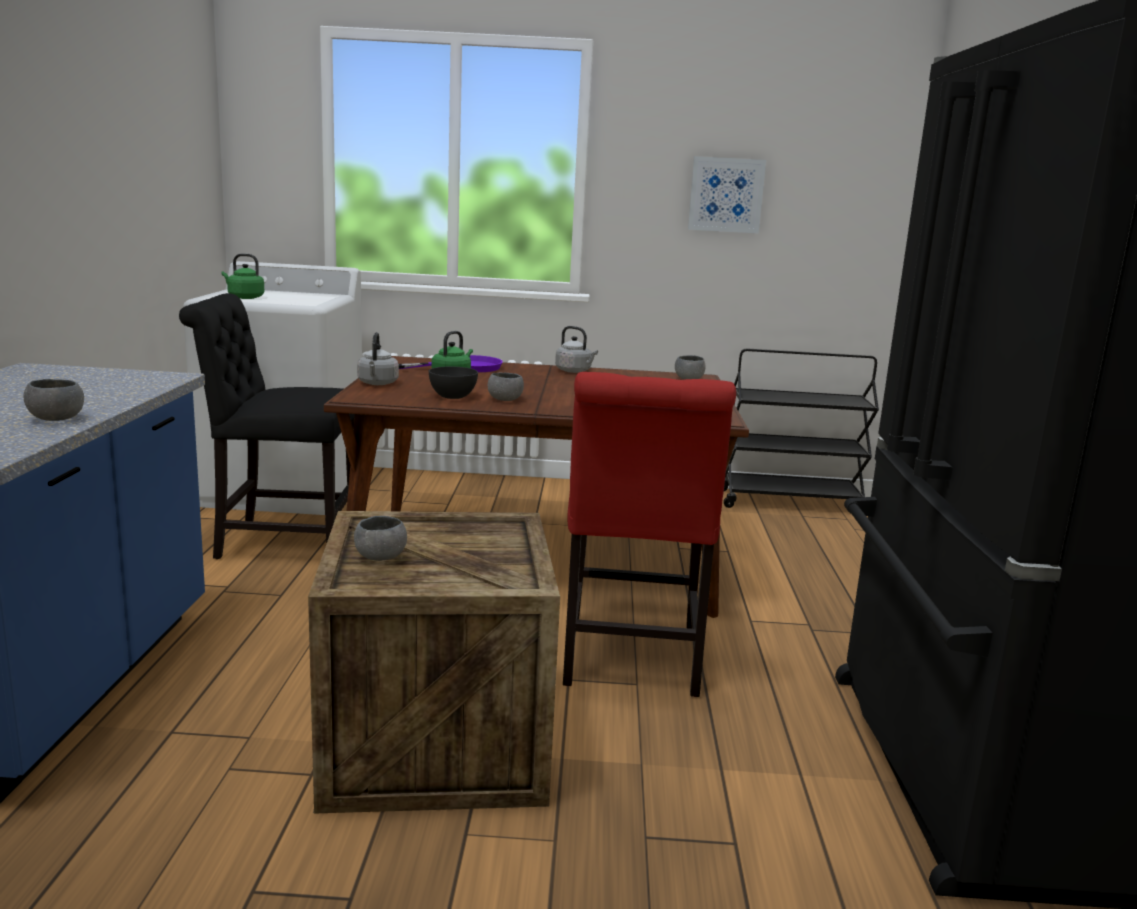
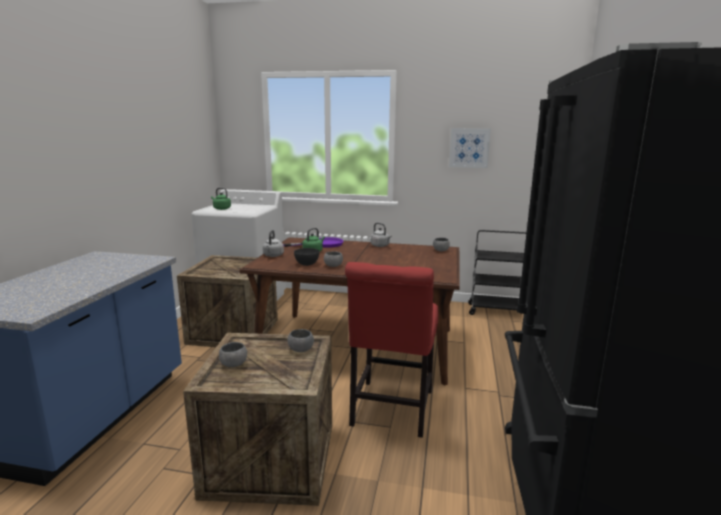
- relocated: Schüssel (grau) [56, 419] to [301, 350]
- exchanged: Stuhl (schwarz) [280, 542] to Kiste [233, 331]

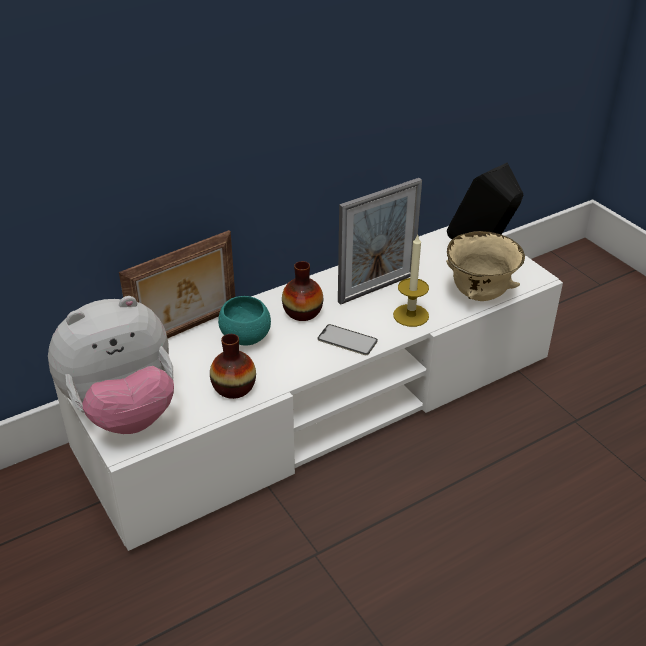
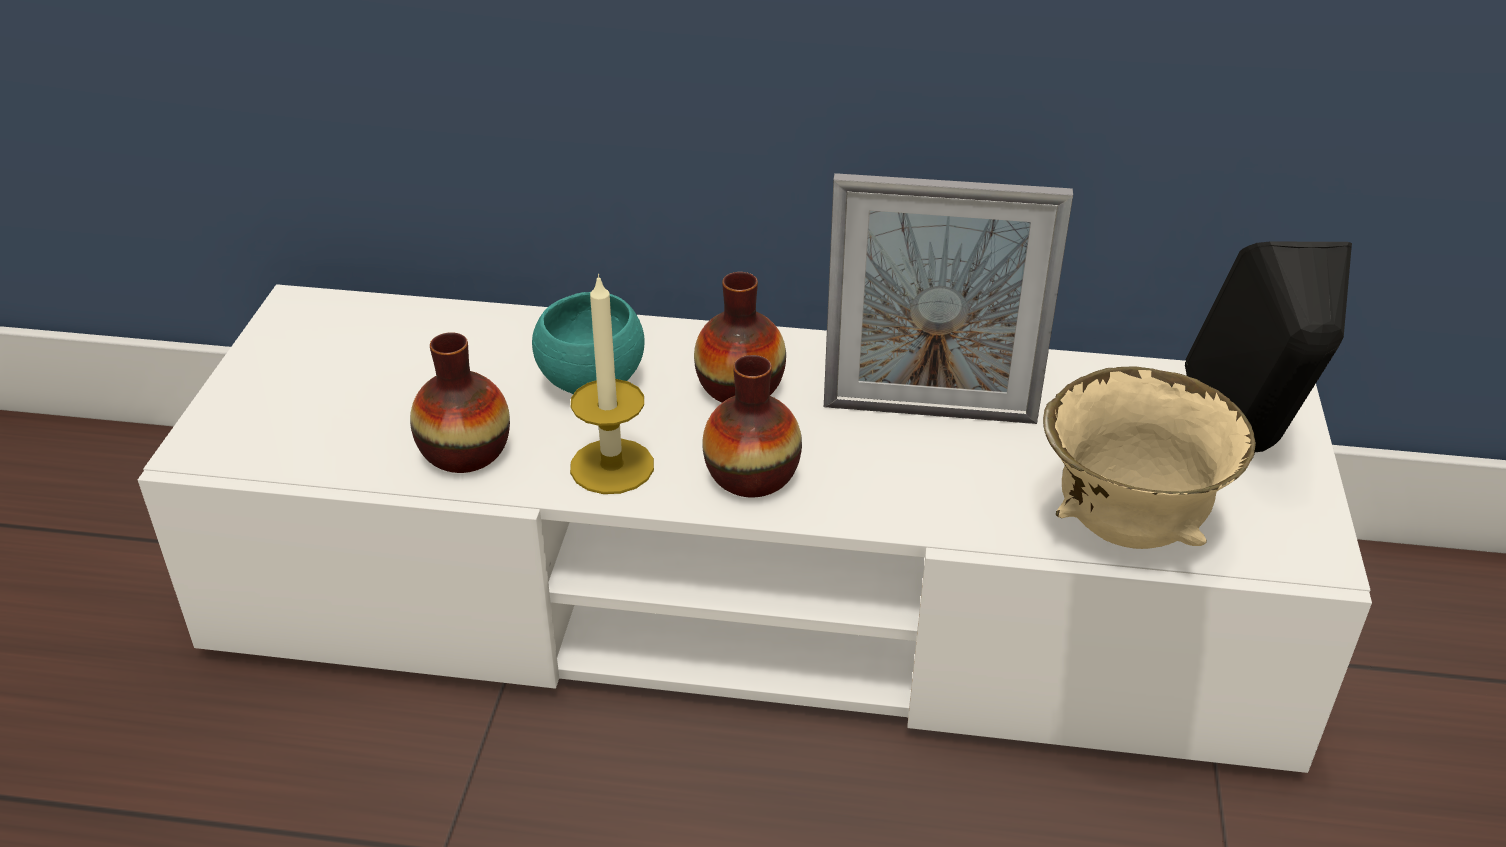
- missing: Plüschtier [123, 411]
- missing: Bilderrahmen [187, 330]
- relocated: Kerze [411, 315] to [612, 466]
- exchanged: Handy [347, 340] to Vase [752, 475]

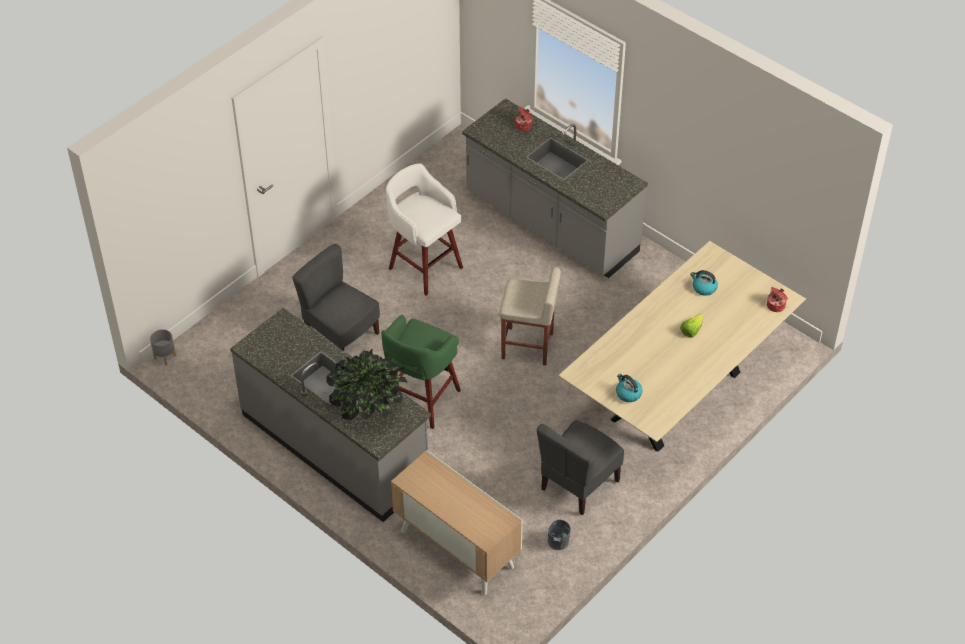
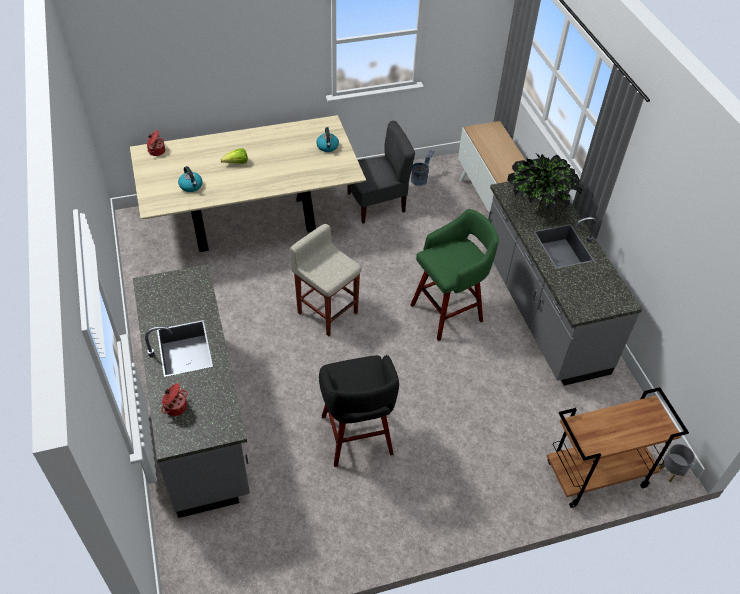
- missing: Stuhl (grau) [341, 335]
- appeared: Rollwagen (braun) [596, 476]
- colour: Hocker (weiß) [424, 266] to Hocker (schwarz) [357, 437]

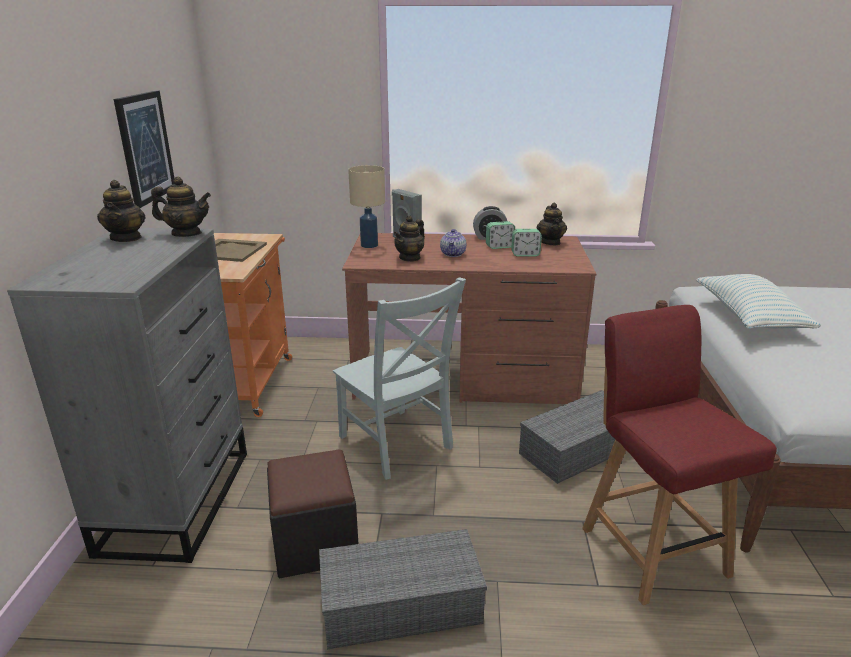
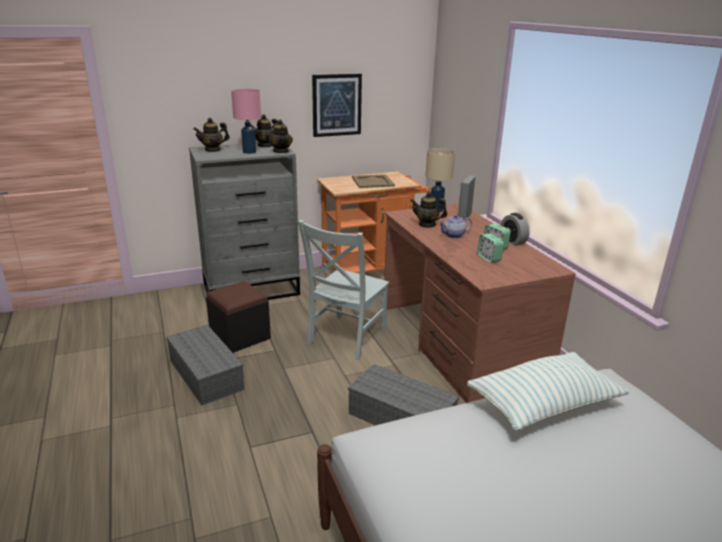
- missing: Stuhl (rot) [652, 548]
- appeared: Tischlampe (rosa) [249, 152]
- relocated: Teekanne [550, 242] to [213, 150]

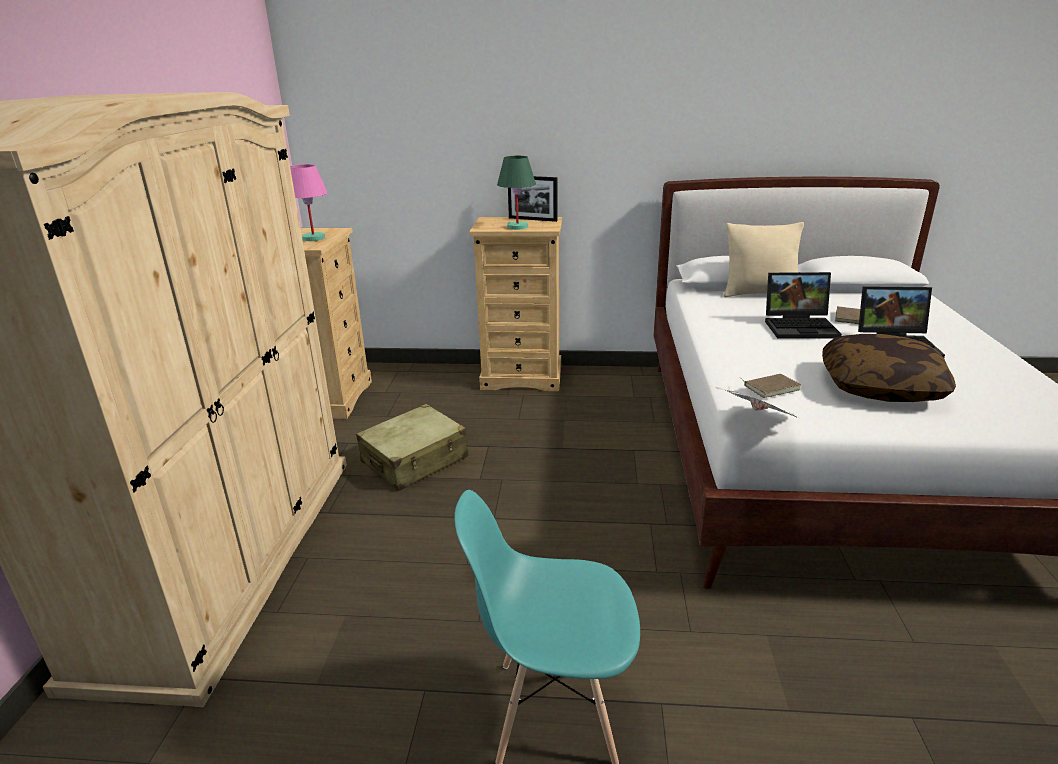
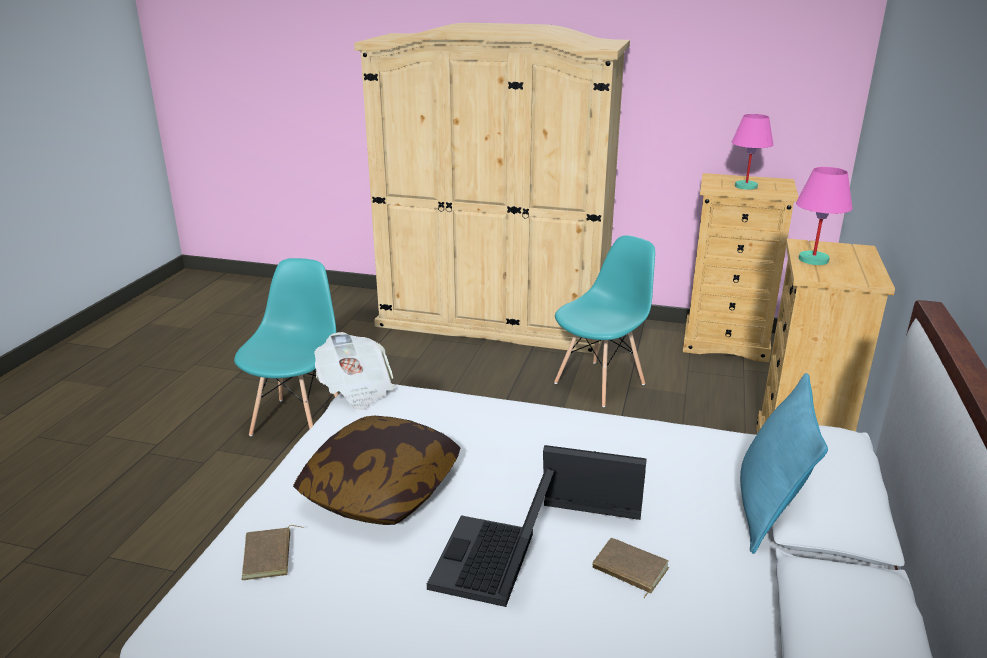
- missing: Bilderrahmen [532, 219]
- relocated: Buch (braun) [770, 387] to [269, 556]
- exchanged: Koffer (beige) [415, 460] to Stuhl (türkis) [600, 383]
- colour: Tischlampe (grün) [517, 227] to Tischlampe (rosa) [814, 260]
- colour: Kissen (beige) [759, 293] to Kissen (türkis) [767, 511]
- spun: Laptop [801, 327] = [591, 497] 90 degrees clockwise

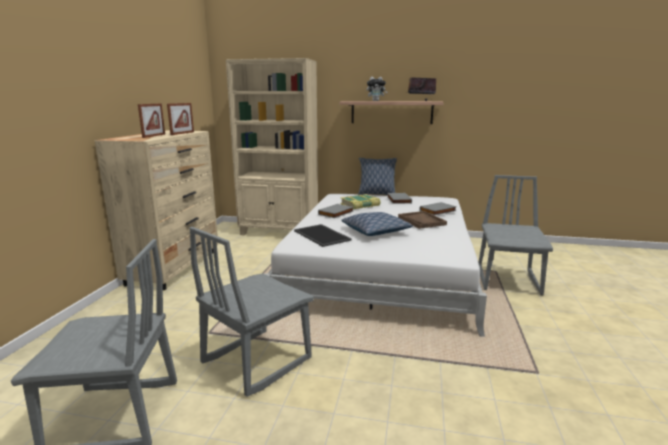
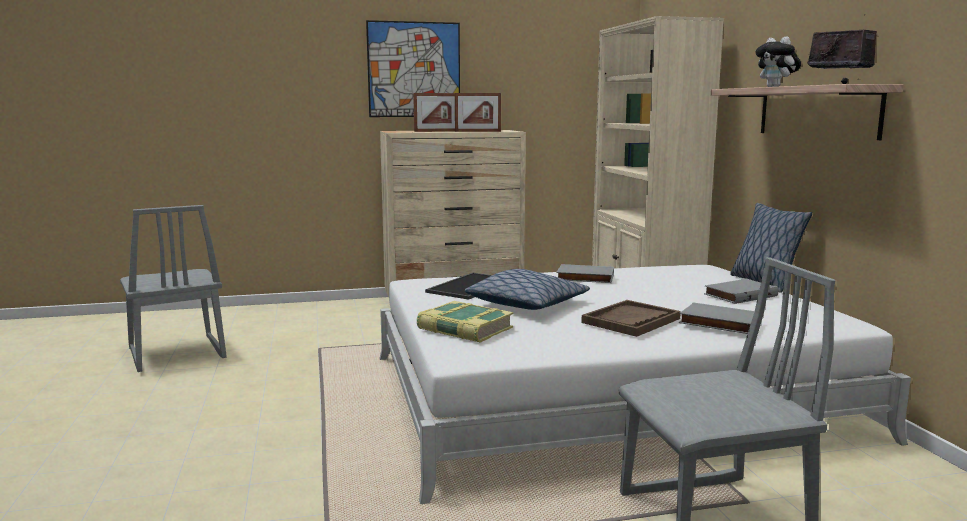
- missing: Stuhl (grau) [256, 360]
- appeared: Bild [414, 69]
- relocated: Buch [360, 205] to [464, 329]

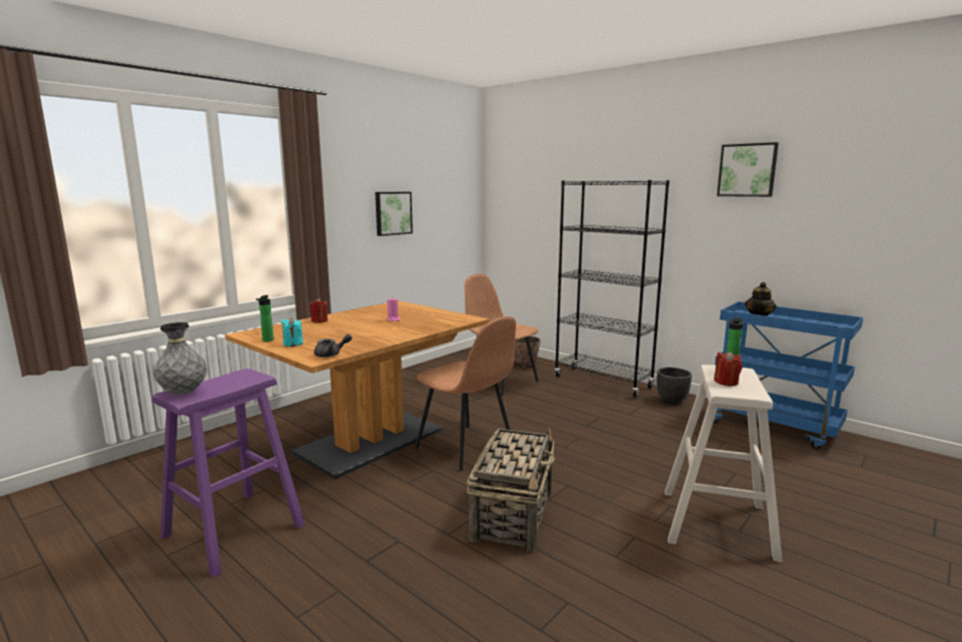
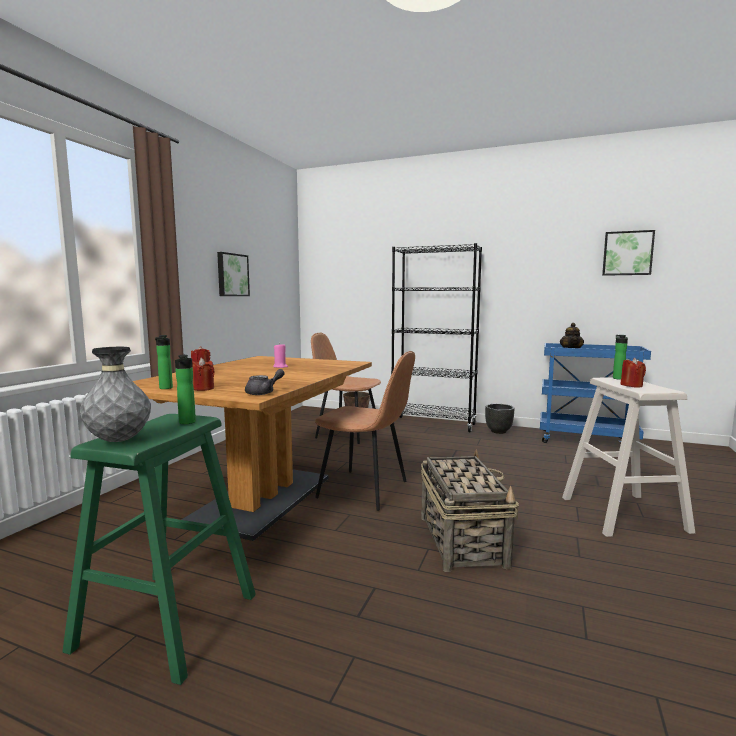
- appeared: Flasche [187, 423]
- relocated: Bild [747, 170] to [627, 253]
- colour: Hocker (lila) [234, 530] to Hocker (grün) [167, 621]
- colour: Kerze (türkis) [293, 344] to Kerze (rot) [203, 388]

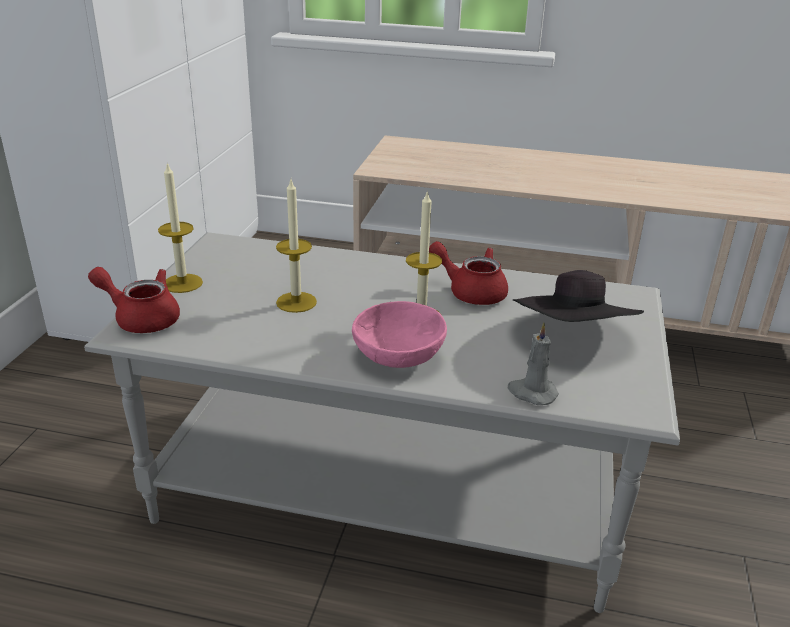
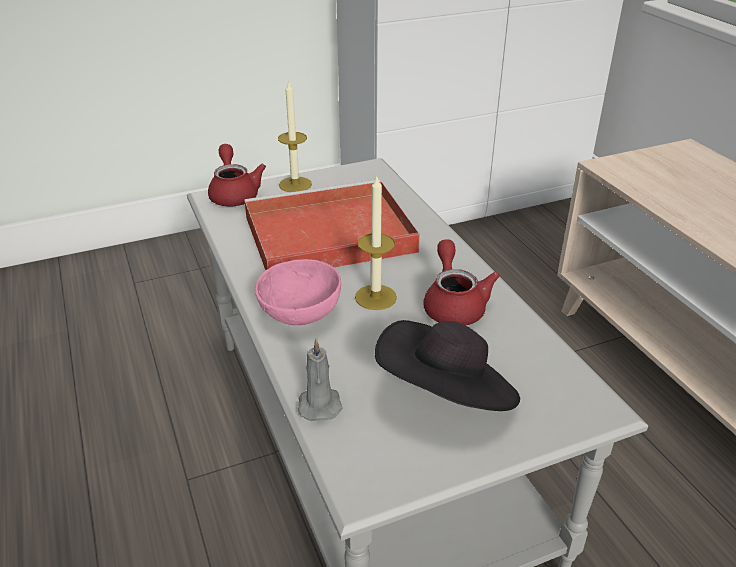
- exchanged: Kerze [296, 302] to Tablett (rot) [326, 235]

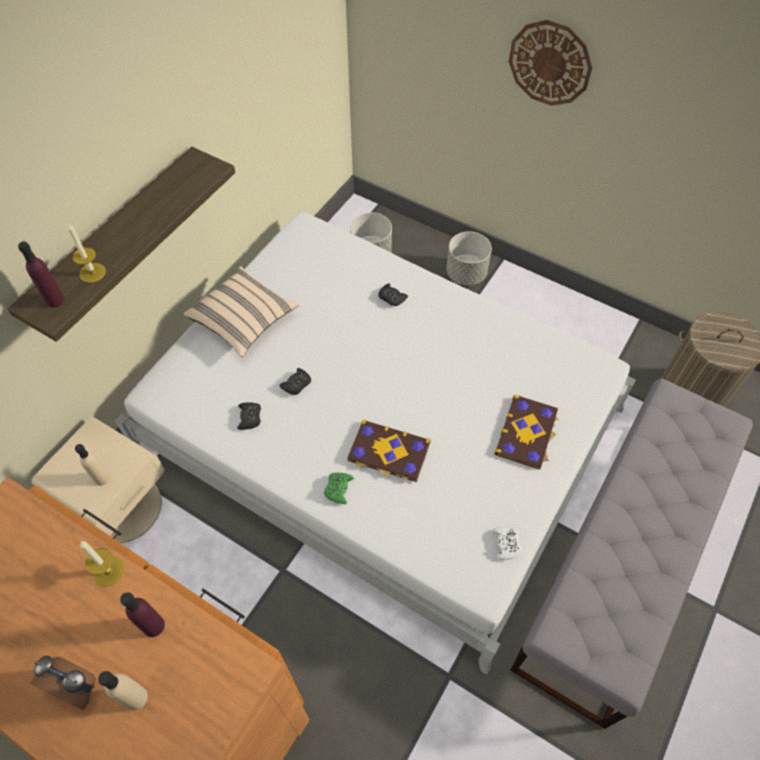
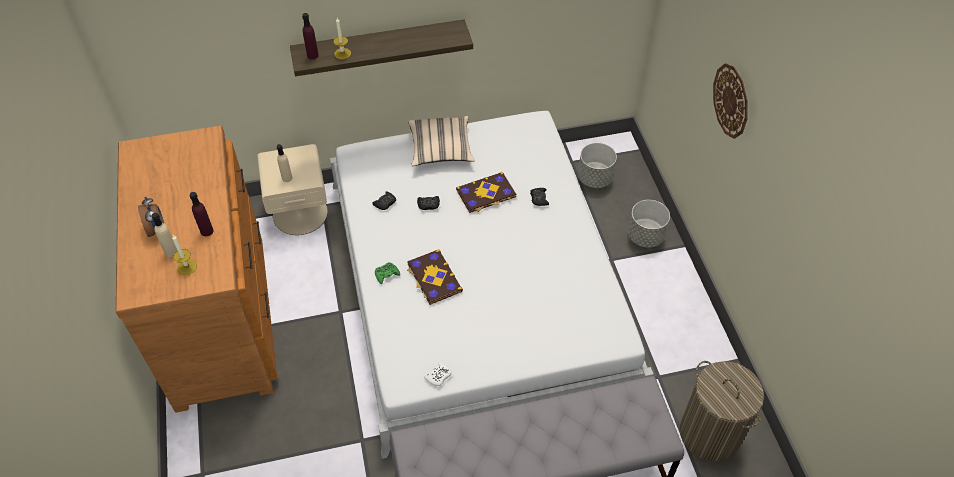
- relocated: Kerze [108, 571] to [187, 267]
- relocated: Buch [527, 433] to [486, 194]

